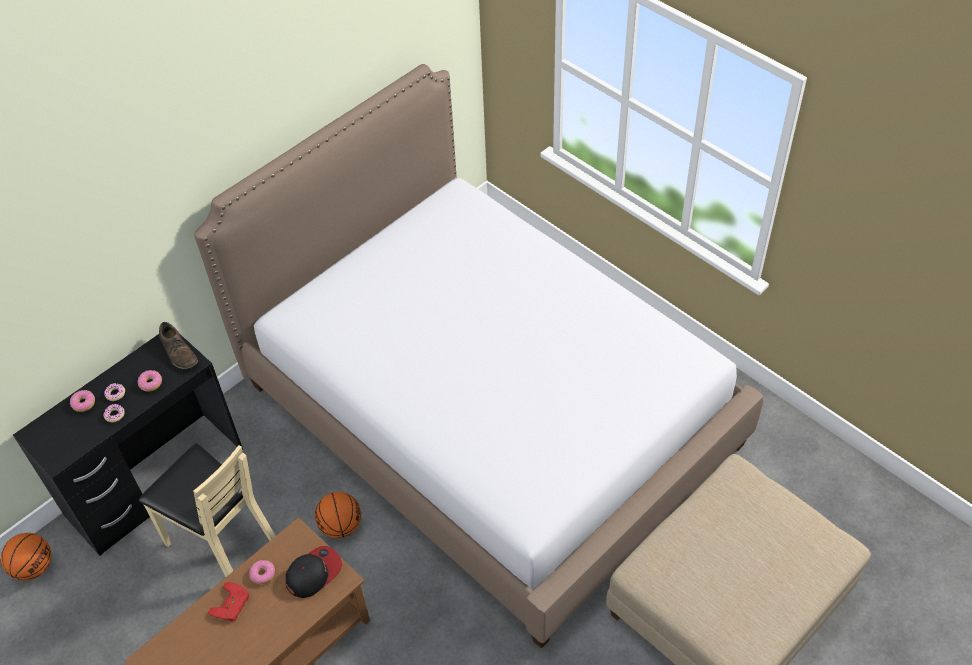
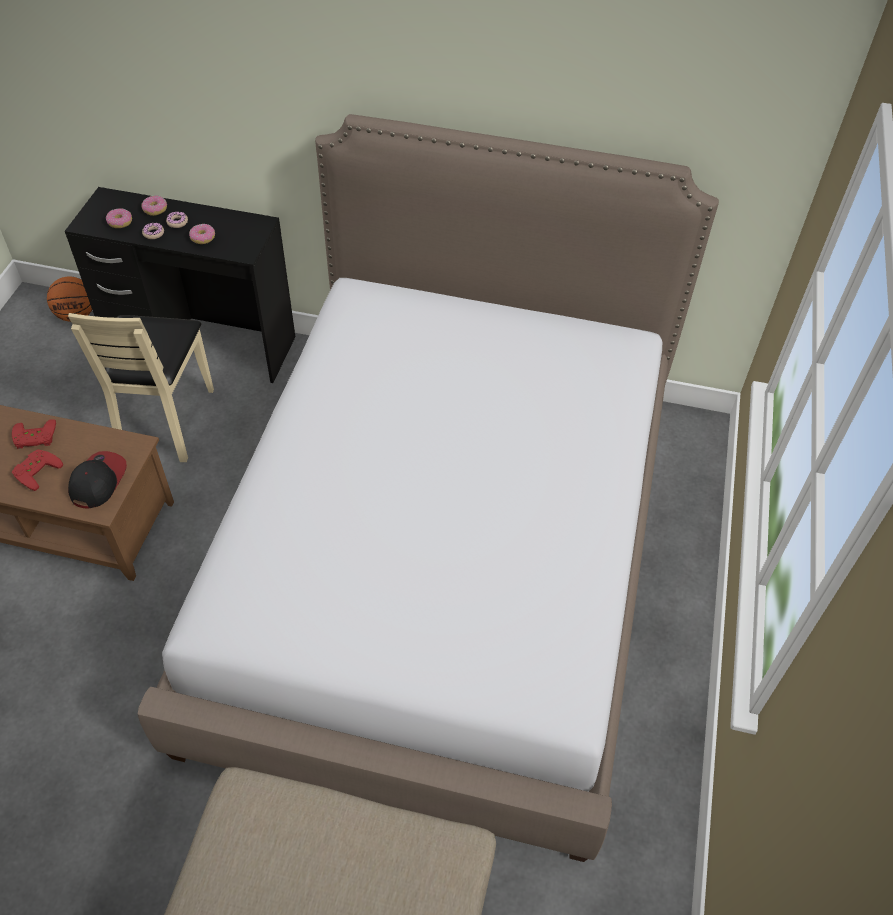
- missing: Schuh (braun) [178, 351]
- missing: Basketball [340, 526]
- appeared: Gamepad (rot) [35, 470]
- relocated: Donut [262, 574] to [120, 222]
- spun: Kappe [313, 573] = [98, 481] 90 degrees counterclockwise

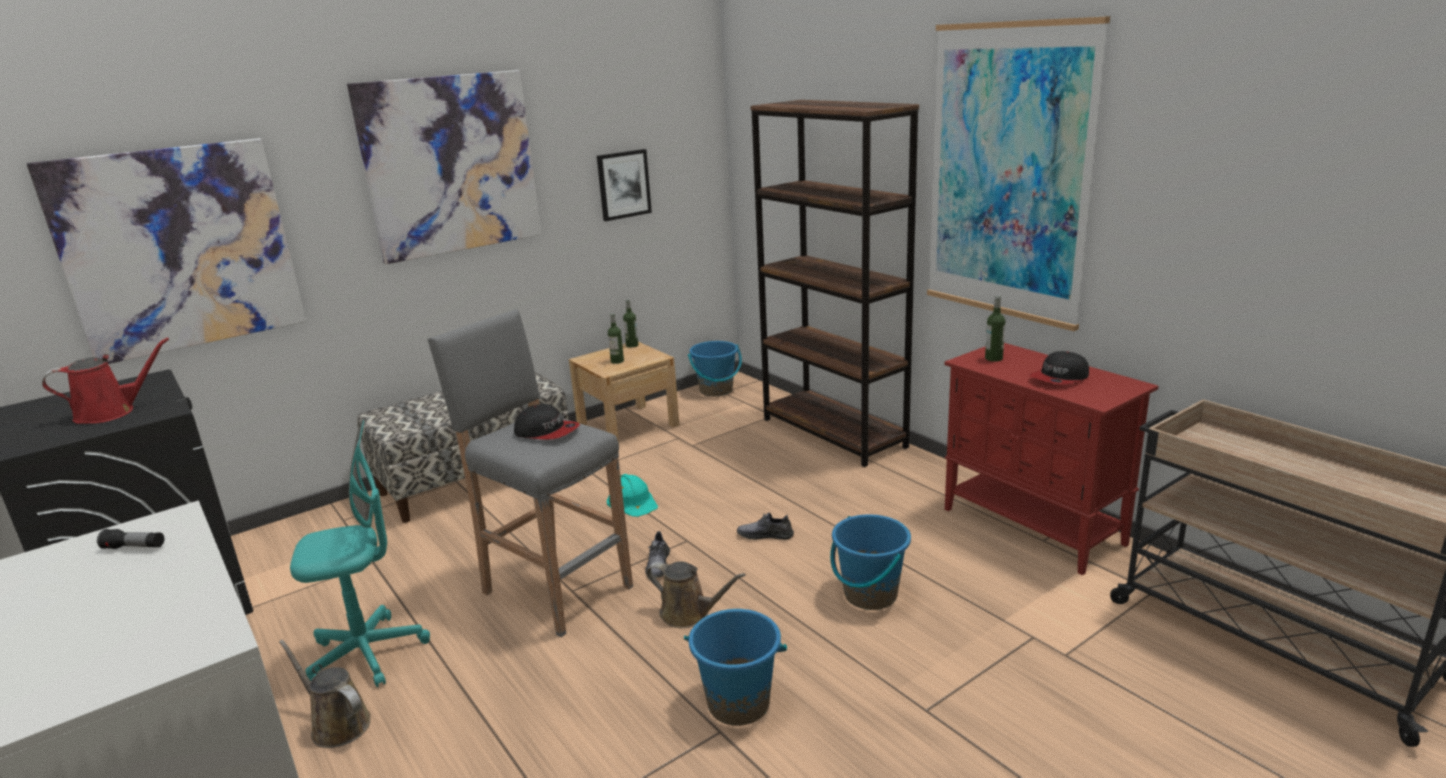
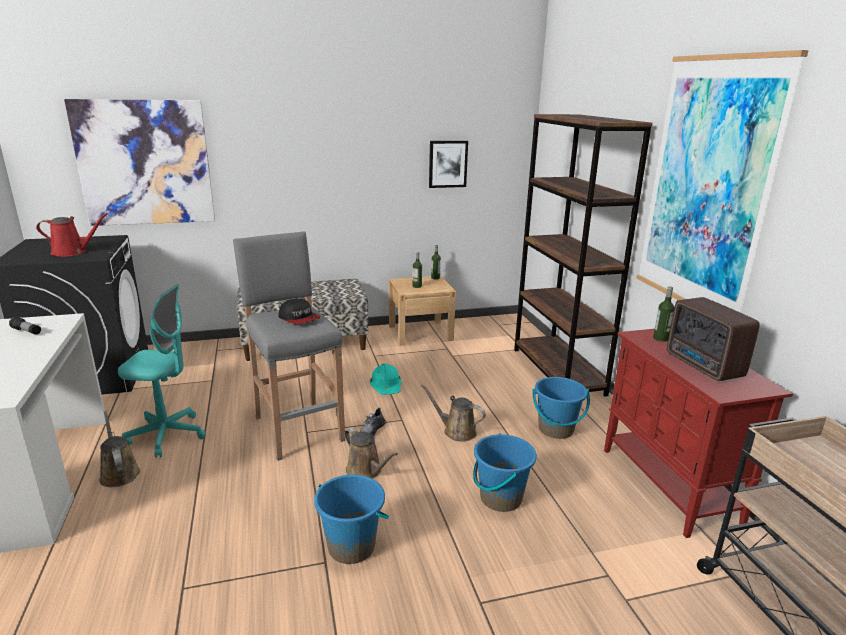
- missing: Bild [451, 165]
- relocated: Eimer (blau) [716, 390] to [556, 429]
- exchanged: Schuh (grau) [765, 535] to Gießkanne (braun) [456, 431]
- exchanged: Kappe [1059, 378] to Radio [704, 366]

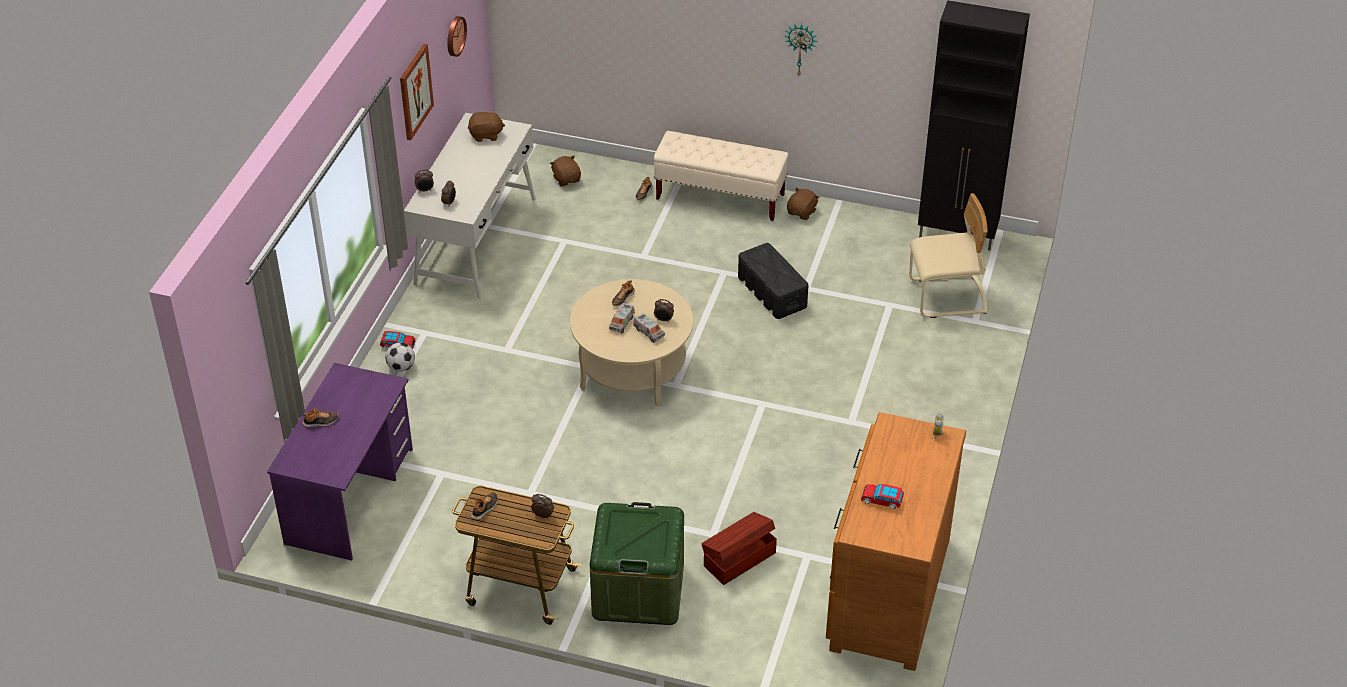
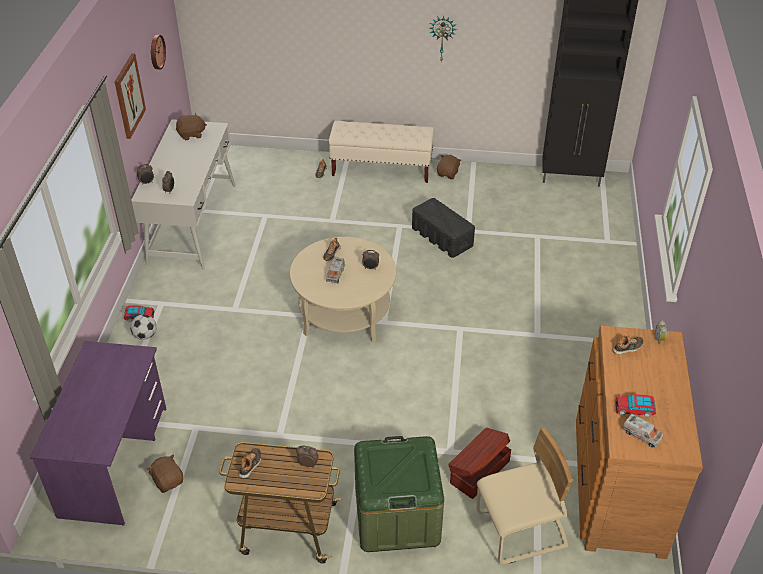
- relocated: Schuh [321, 422] to [628, 348]
- relocated: Plüschtier (braun) [566, 179] to [168, 481]
- relocated: Spielzeuglaster [649, 332] to [641, 435]
- relocated: Stuhl (beige) [947, 297] to [521, 531]

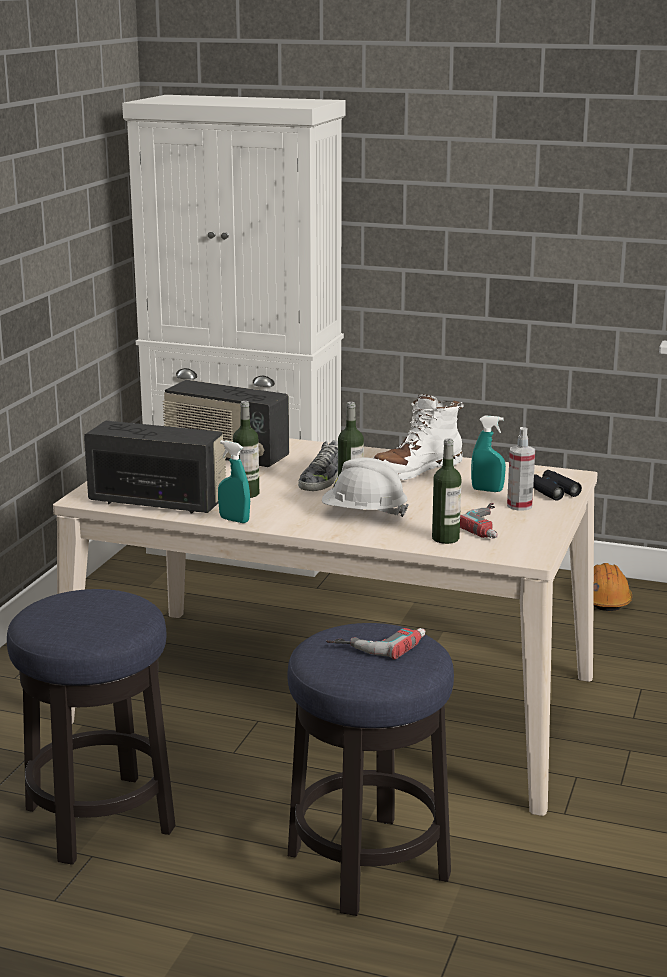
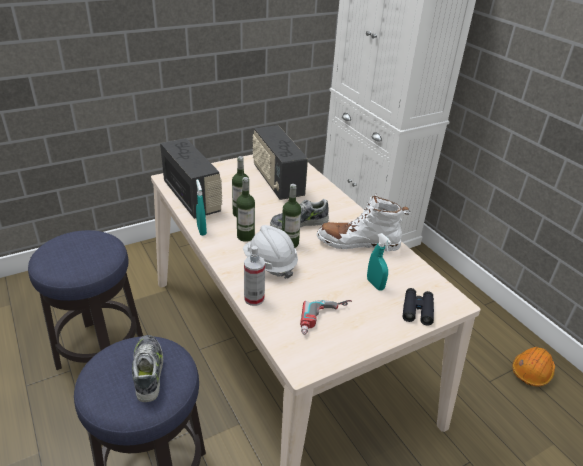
- relocated: Flasche [445, 538] to [245, 236]
- relocated: Sprühflasche [519, 505] to [254, 298]
- exchanged: Bohrmaschine [378, 643] to Schuh [148, 371]

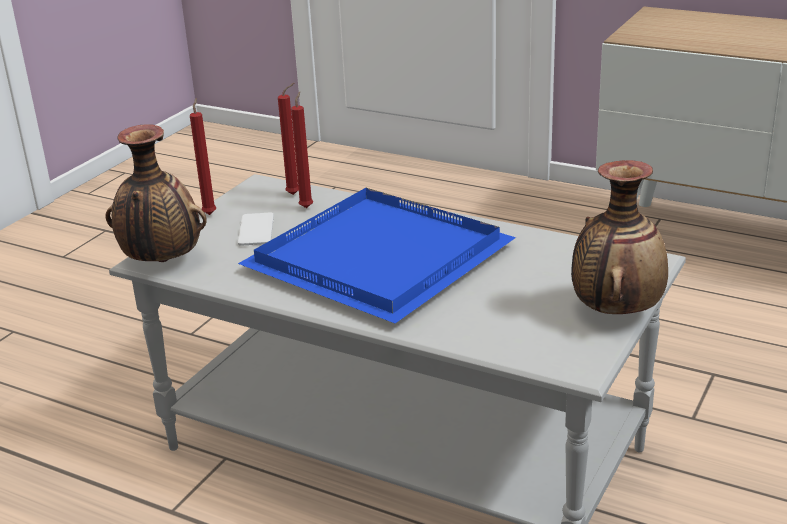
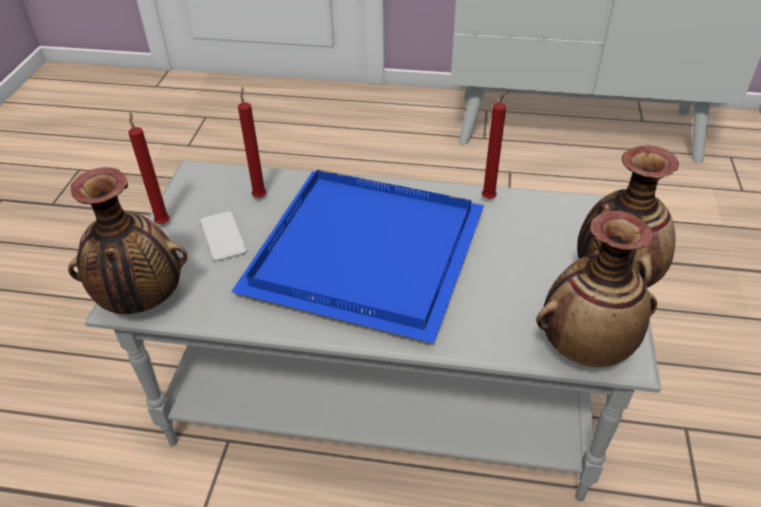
- appeared: Vase [585, 346]
- relocated: Kerze (rot) [295, 194] to [490, 198]

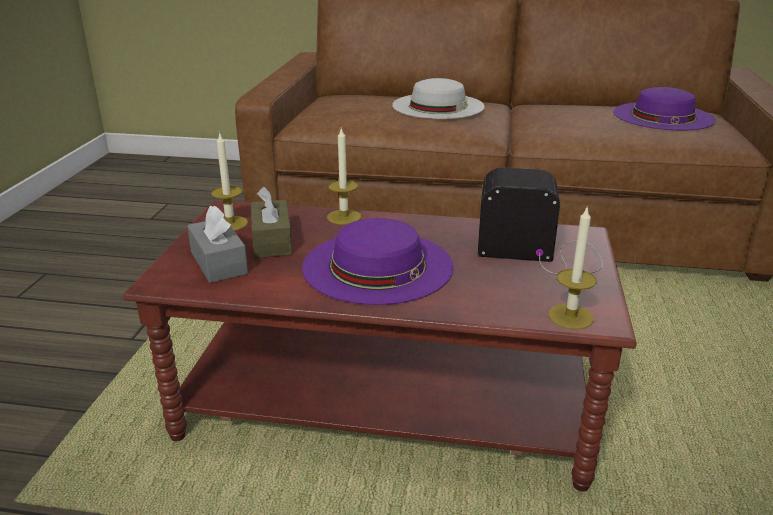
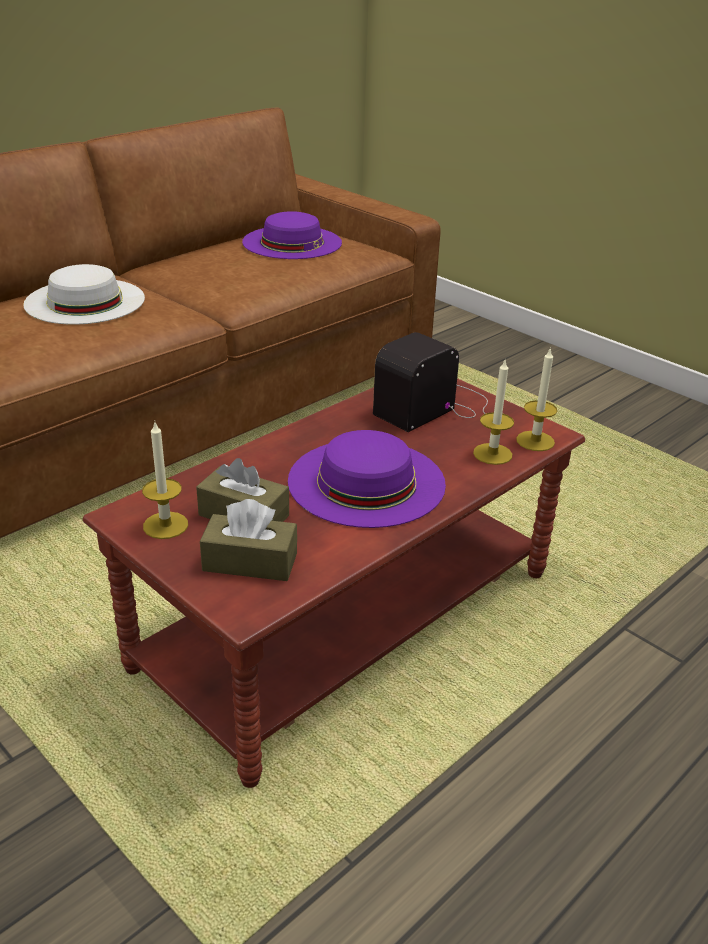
- relocated: Kerze [344, 217] to [492, 454]
- colour: Taschentuchbox (grau) [218, 263] to Taschentuchbox (braun) [250, 562]

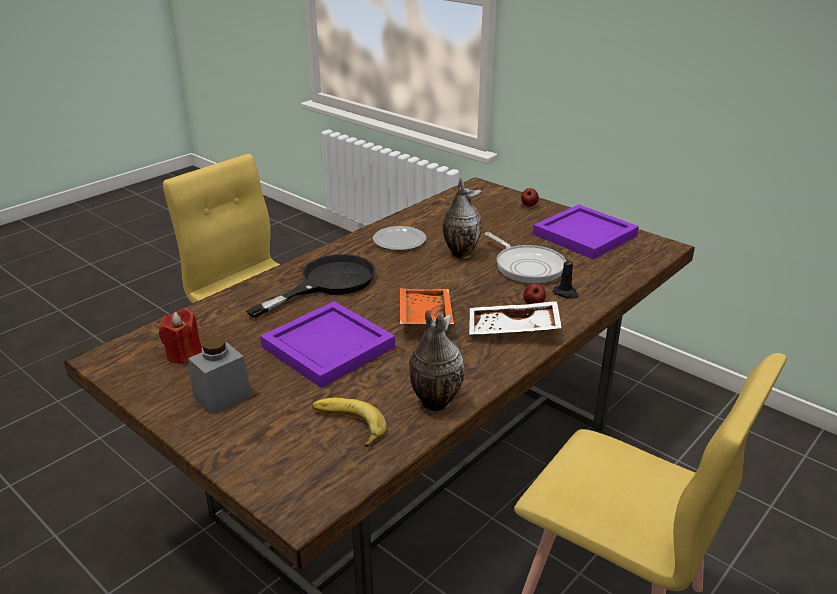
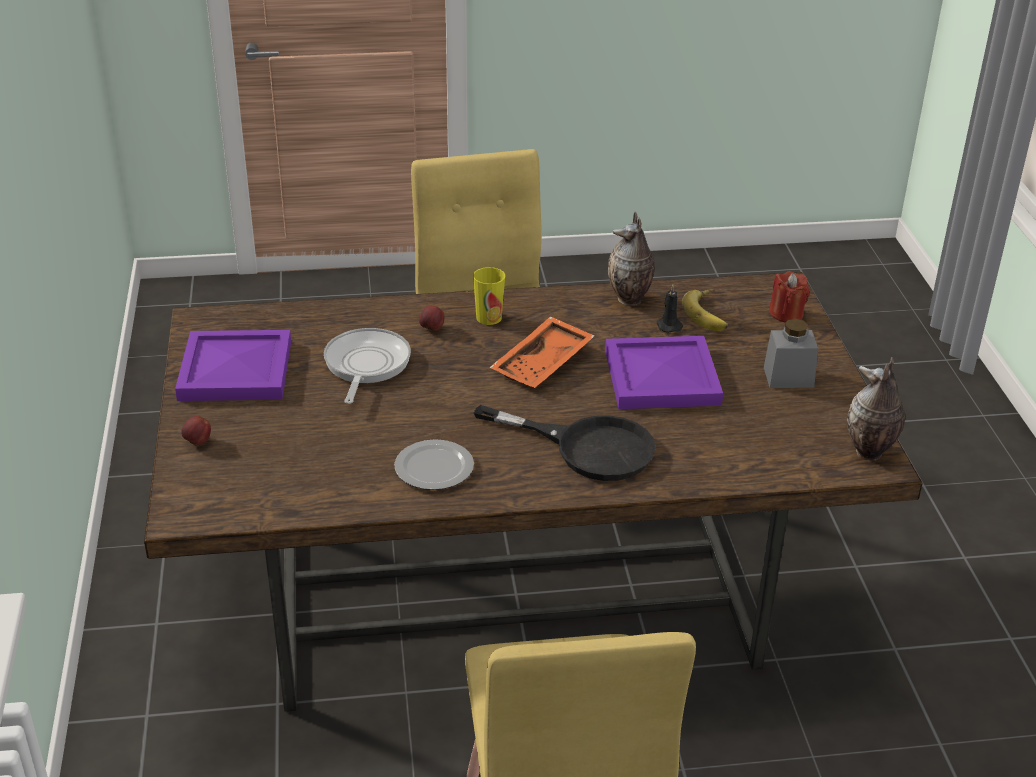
- relocated: Kerze (rot) [183, 354] to [786, 314]
- relocated: Vase [460, 253] to [869, 453]
- relocated: Kerze (schwarz) [566, 293] to [668, 325]
- exchanged: Tablett (weiß) [513, 330] to Tasse [489, 318]
- spun: Pfanne (schwarz) [327, 283] = [587, 447] 150 degrees counterclockwise

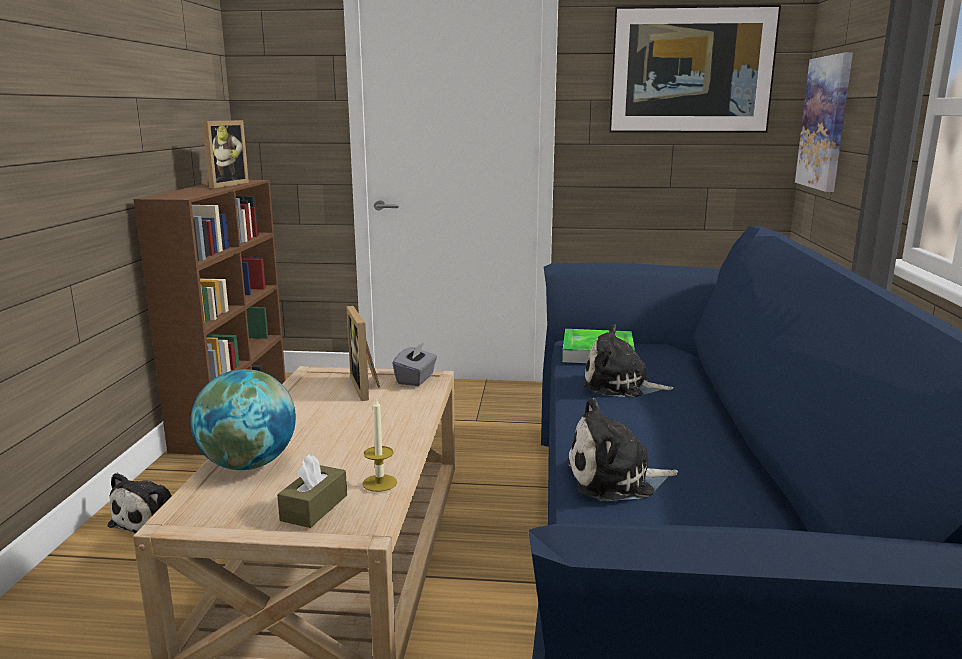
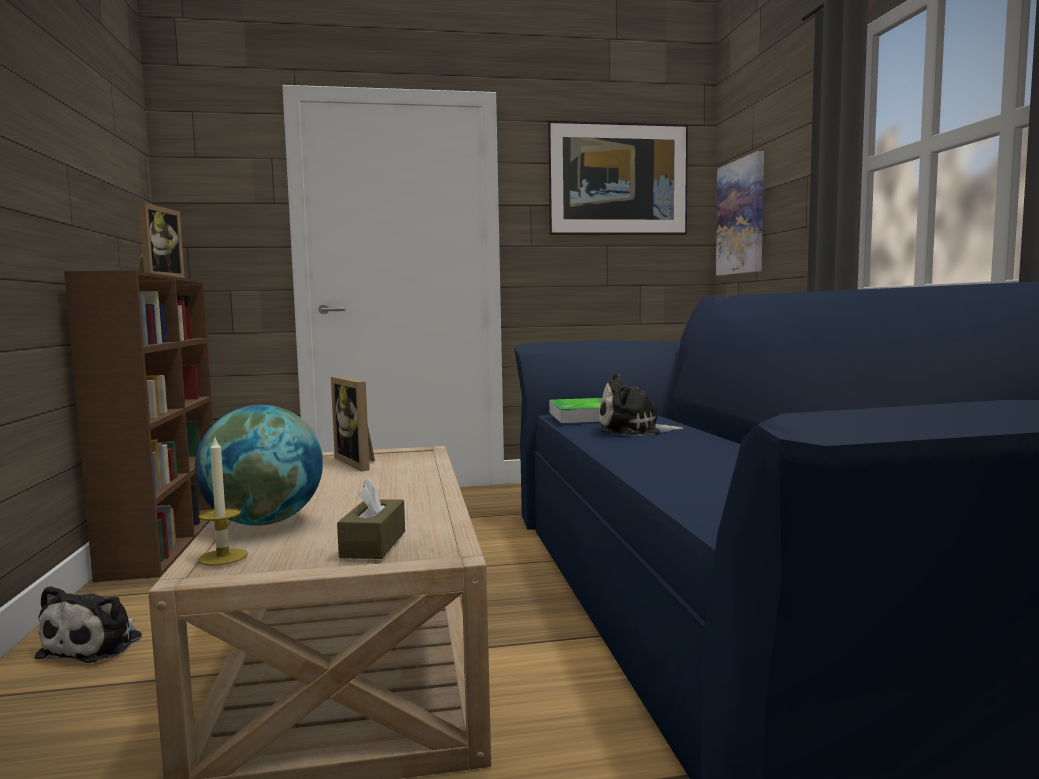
- missing: Taschentuchbox (grau) [416, 379]
- missing: Plüschtier [615, 479]
- relocated: Kerze [379, 483] to [223, 557]

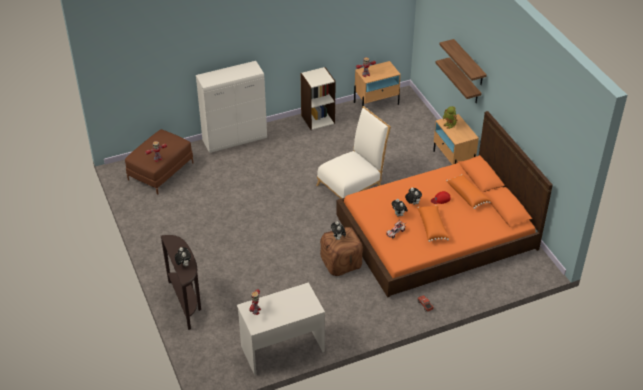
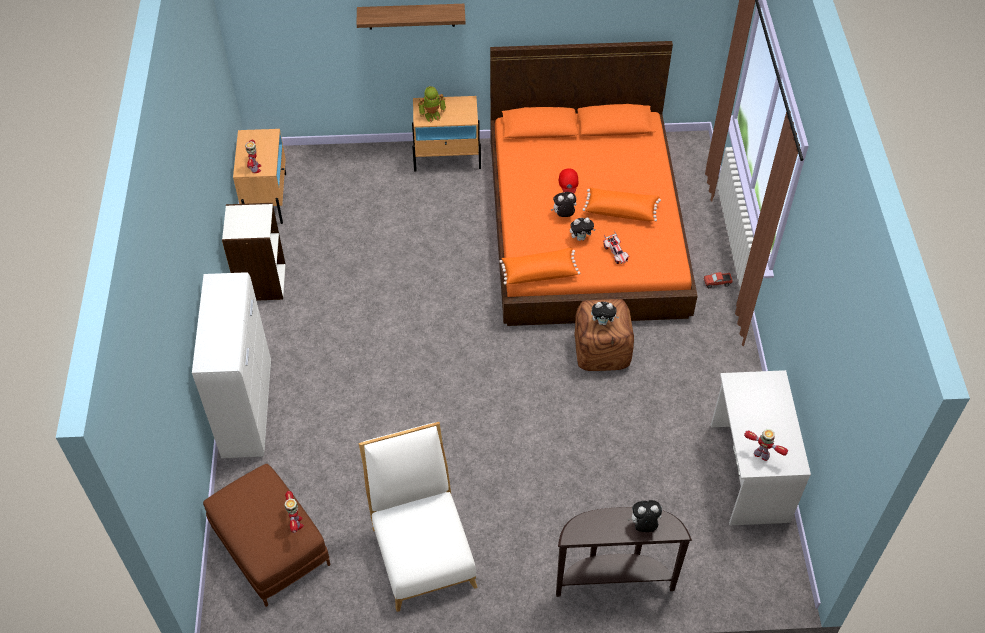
- missing: Wandregal [464, 81]
- relocated: Stuhl (weiß) [352, 184] to [422, 549]
- relocated: Kissen (orange) [467, 195] to [539, 272]

